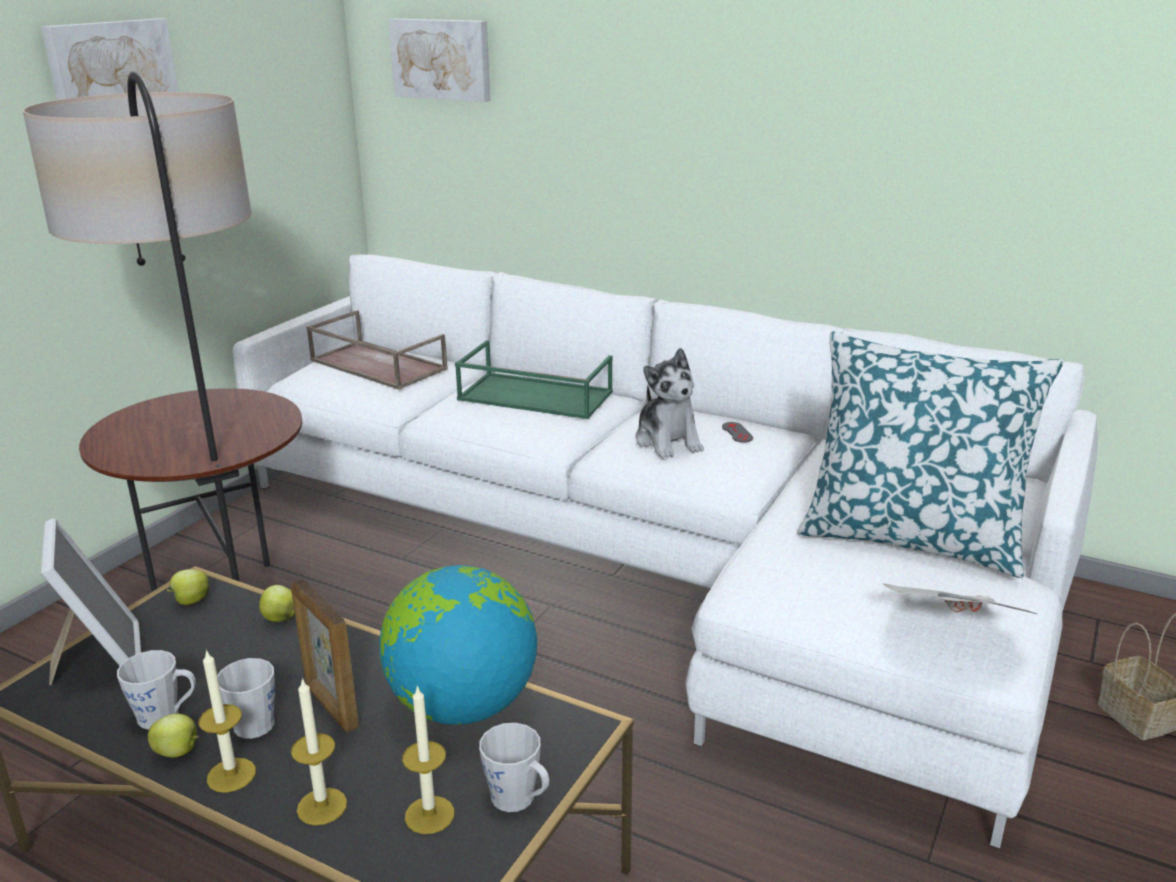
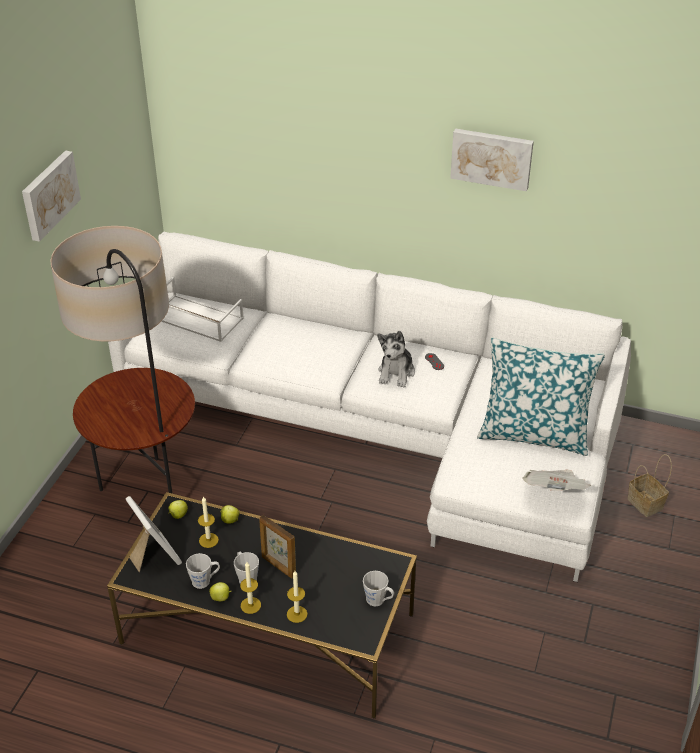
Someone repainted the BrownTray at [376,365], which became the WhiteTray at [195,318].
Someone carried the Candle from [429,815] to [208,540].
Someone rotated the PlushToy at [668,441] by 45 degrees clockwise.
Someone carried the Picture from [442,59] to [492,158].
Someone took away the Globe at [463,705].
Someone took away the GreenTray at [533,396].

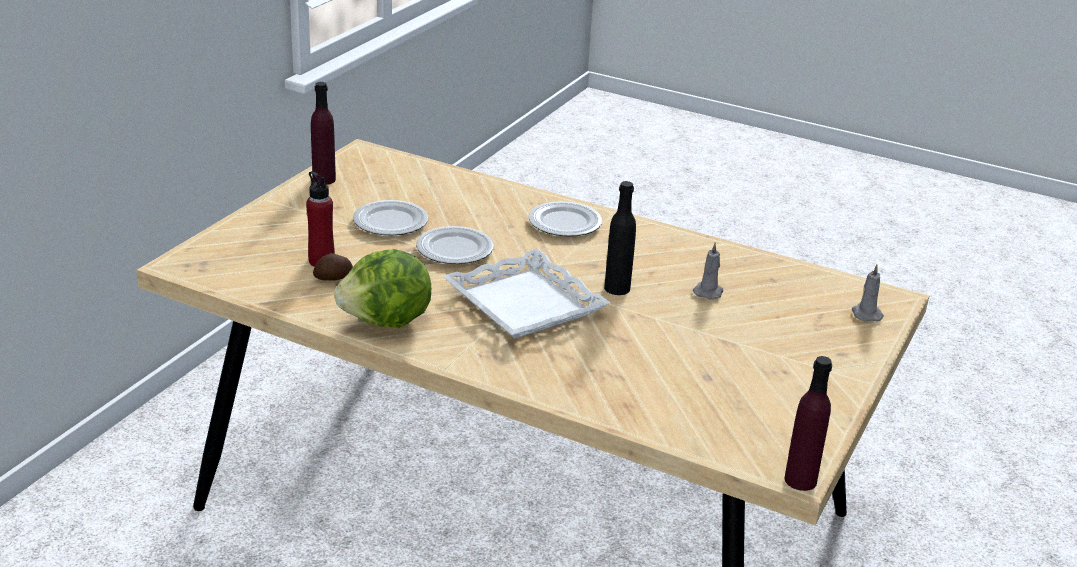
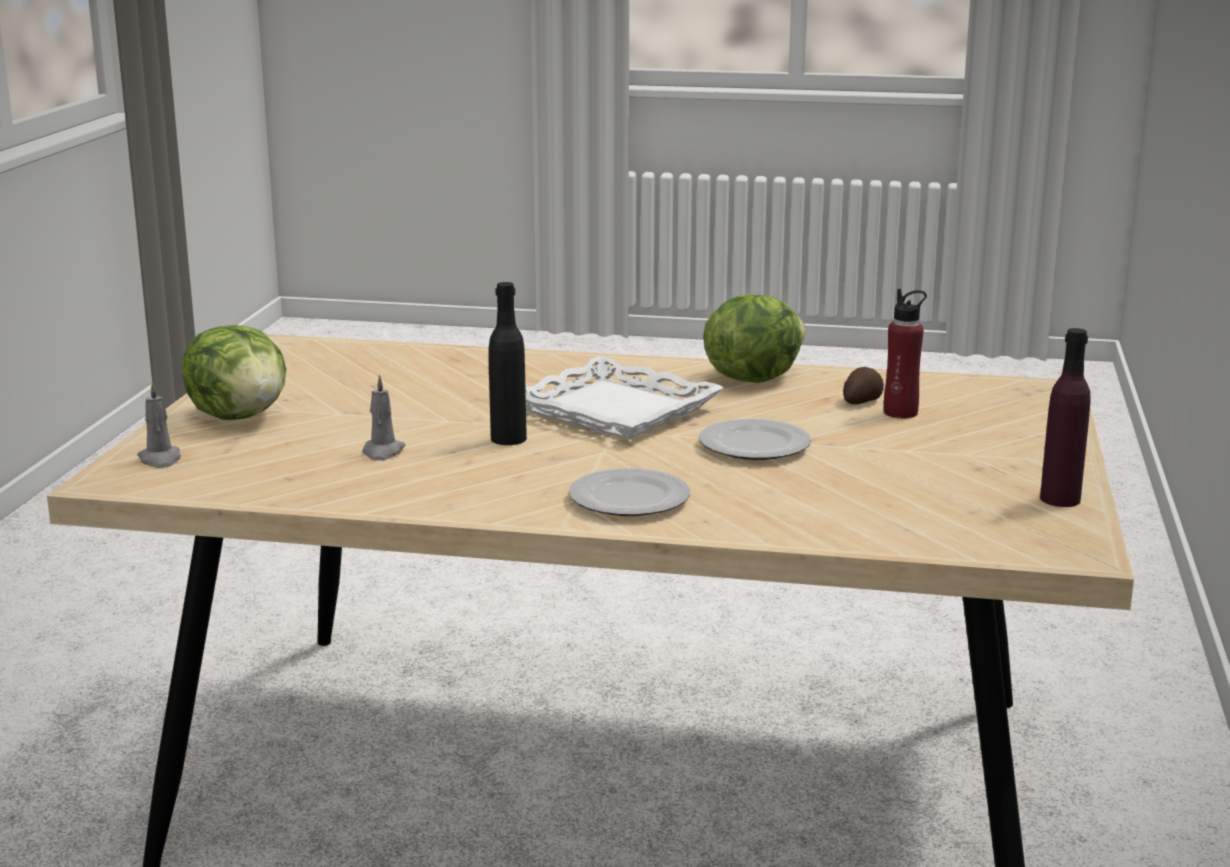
Someone put down the Lettuce at [240,416].
Someone took away the Plate at [390,222].
Someone took away the PurpleBottle at [800,480].

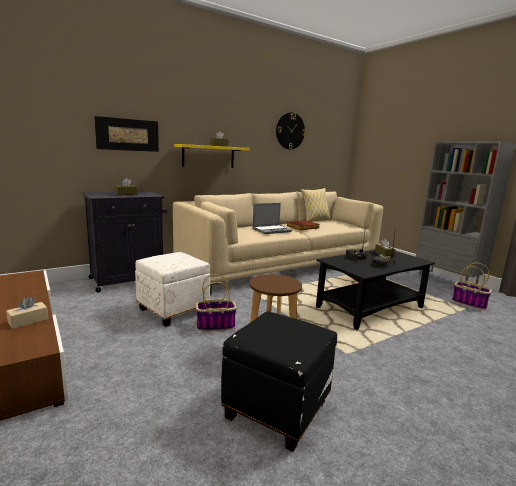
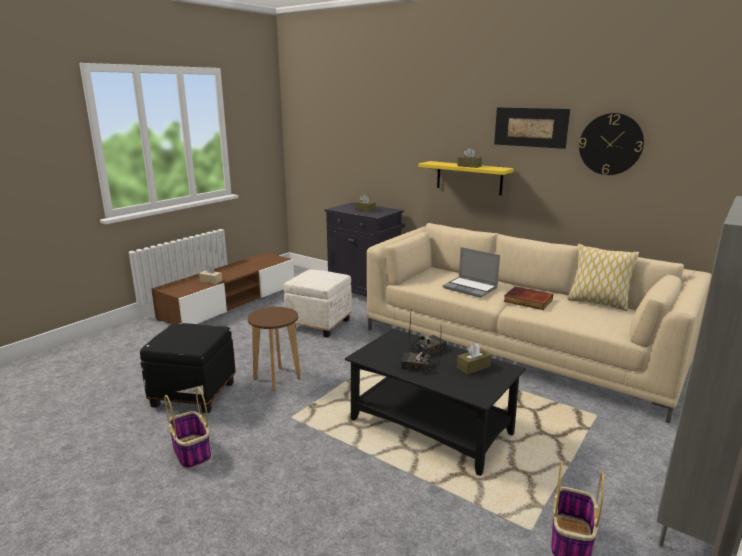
Someone carried the Basket from [216,325] to [192,452].
Someone carried the Picture from [128,134] to [530,127].

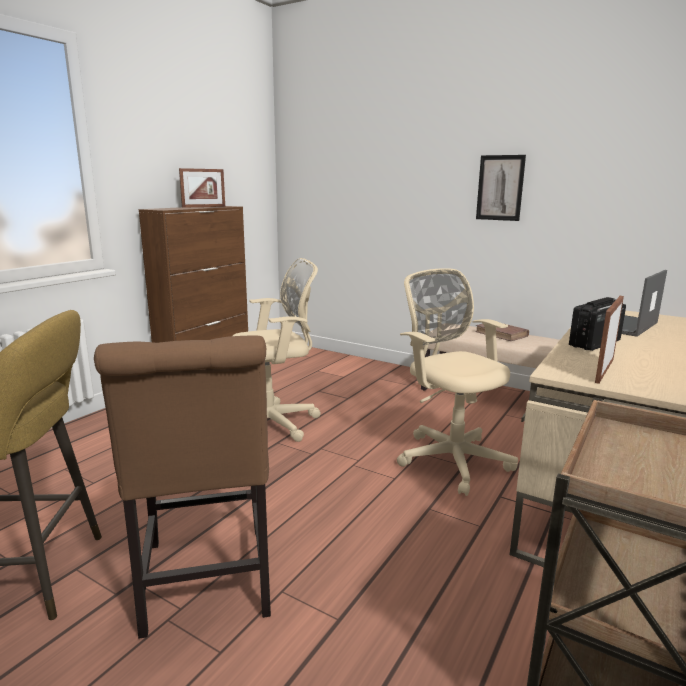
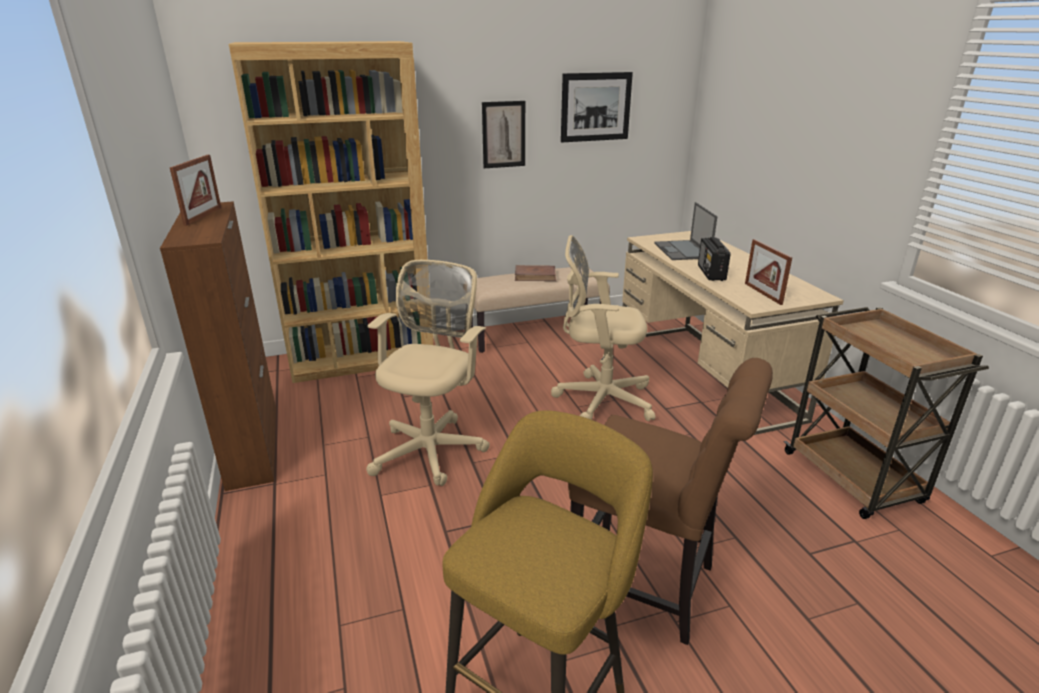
Someone put down the BrownBookcase at [363,359].
Someone put up the Picture at [595,107].

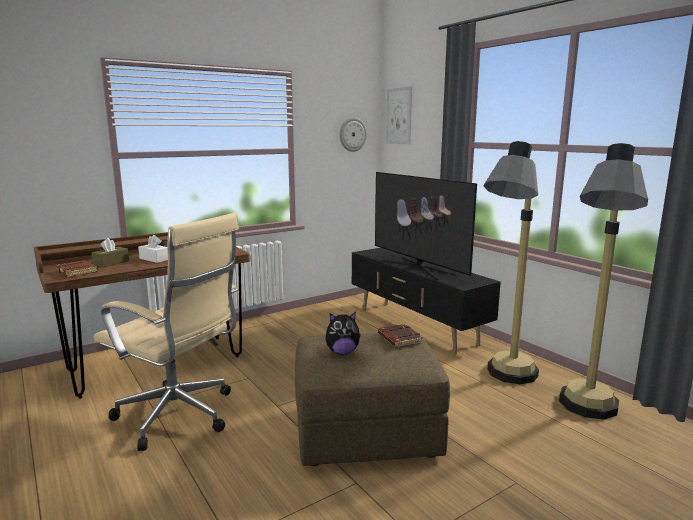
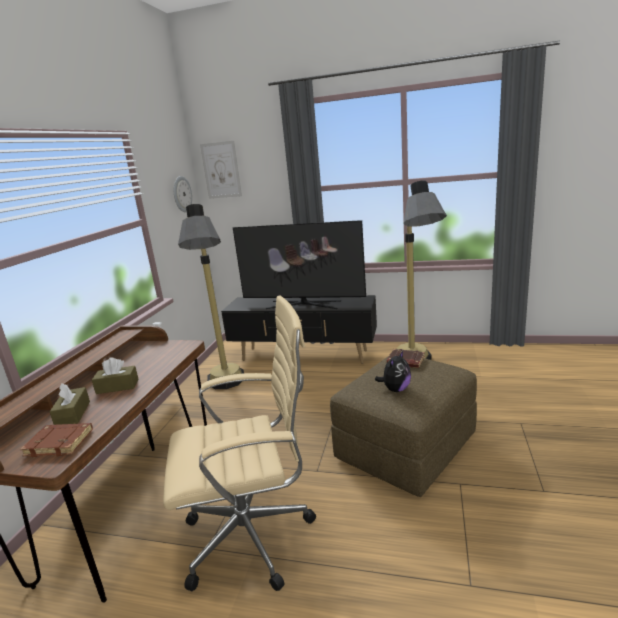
Someone repainted the WhiteTissueBox at [154,259], which became the BrownTissueBox at [117,386].
Someone carried the FloorLamp from [585,416] to [227,388].

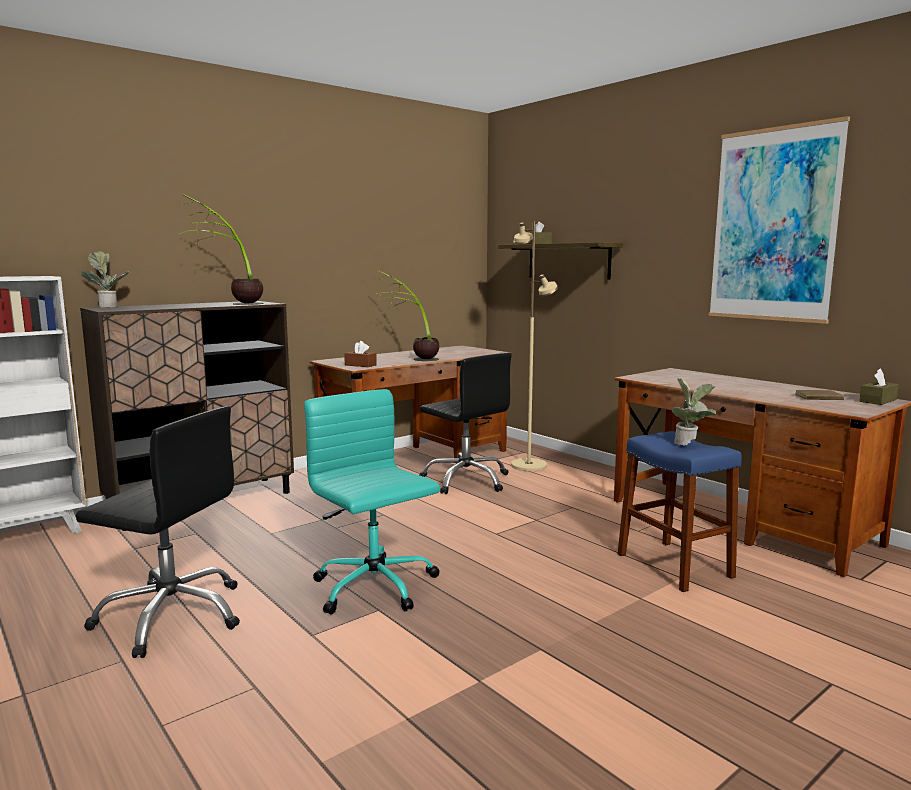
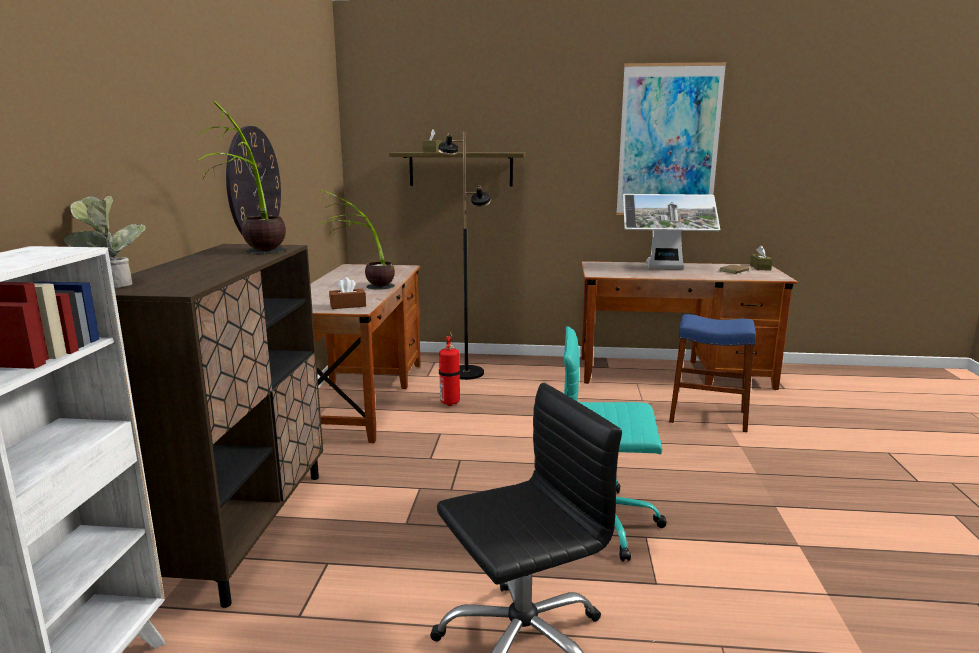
Someone put up the WallClock at [254,185].
Someone repainted the BeigeFloorLamp at [529,465], which became the BlackFloorLamp at [466,373].
Someone swapped the BlackOfficeChair at [466,480] for the FireExtinguisher at [450,402].
Someone put down the Monitor at [665,268].
Someone took away the PottedPlant at [690,444].

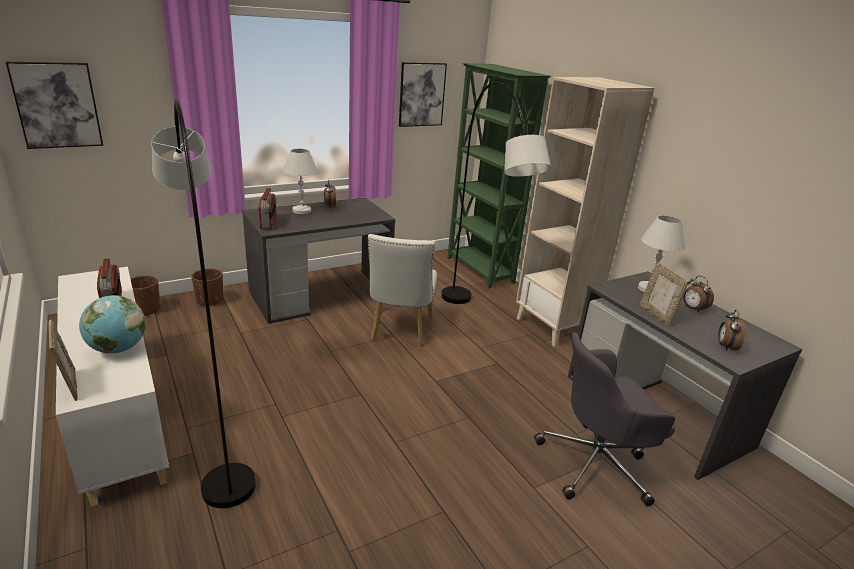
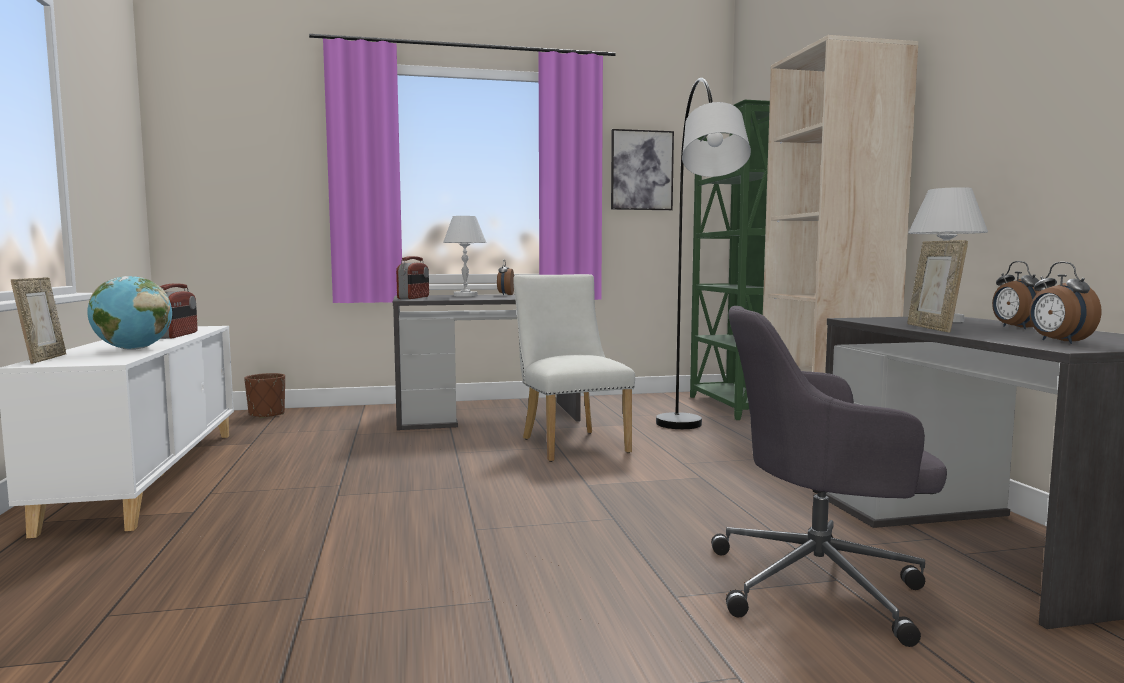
Someone rotated the WhiteChair at [400,330] by 135 degrees clockwise.
Someone rotated the AlarmClock at [725,346] by 45 degrees counterclockwise.
Someone took away the Picture at [57,105].
Someone took away the GreyFloorLamp at [217,425].
Someone took away the BrownPlanter at [210,301].

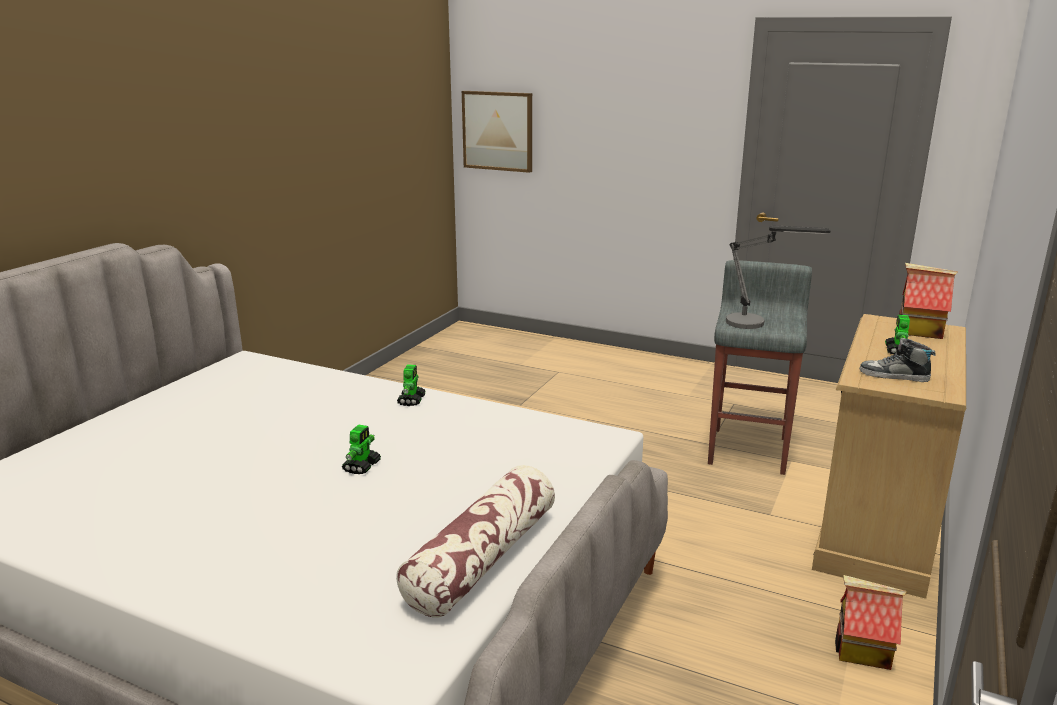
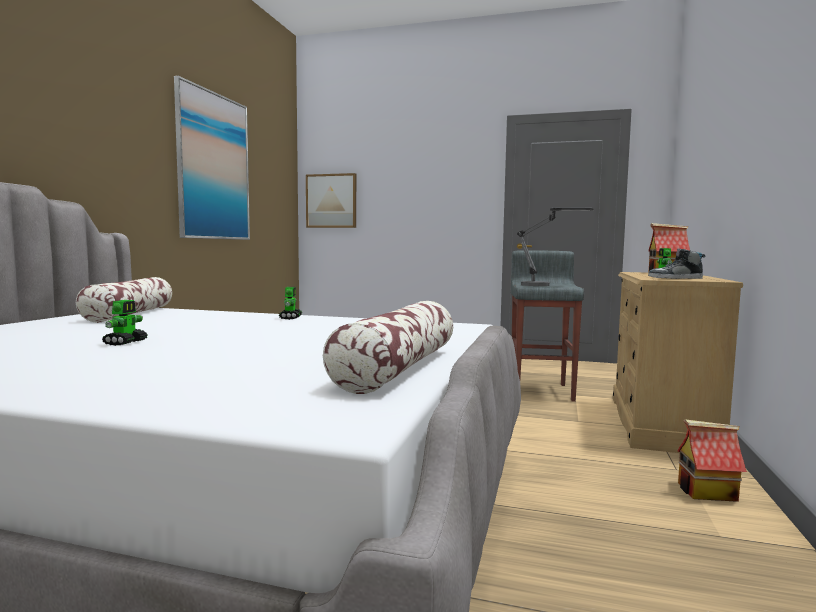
Someone put down the Pillow at [130,314].
Someone carried the ToyRobot from [362,466] to [126,342].
Someone put up the Picture at [213,167].

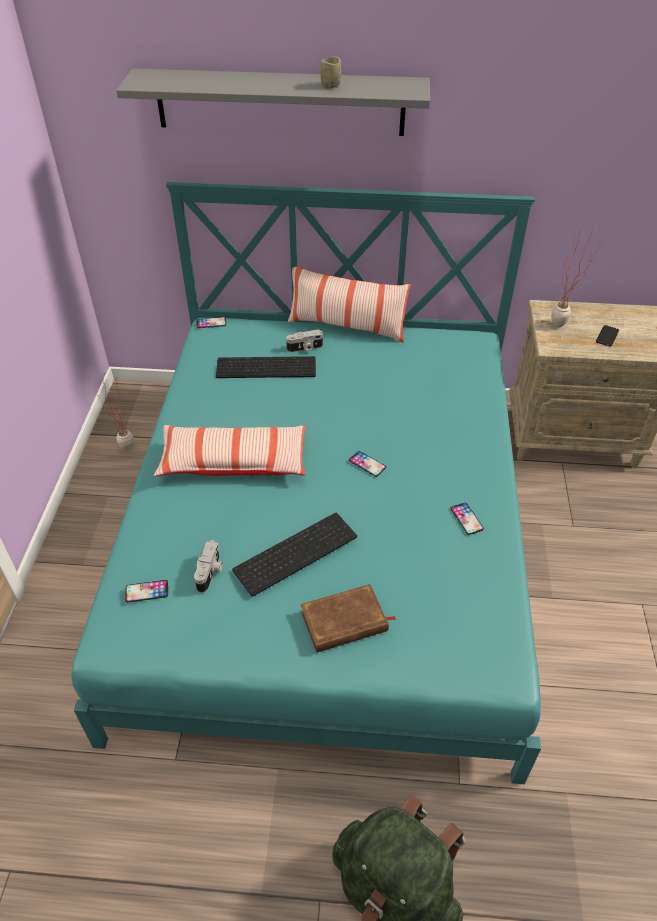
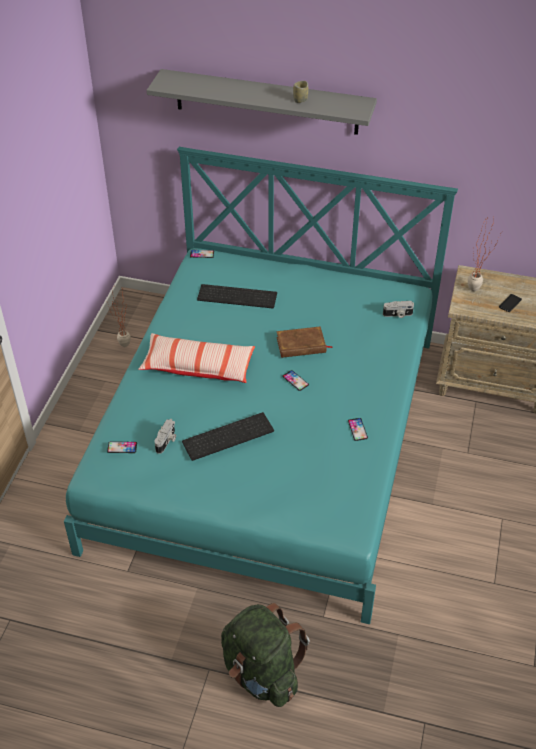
Someone carried the BrownBook from [344,622] to [301,345].
Someone carried the PhotoCamera from [305,348] to [398,314].
Someone took away the Pillow at [347,326].

